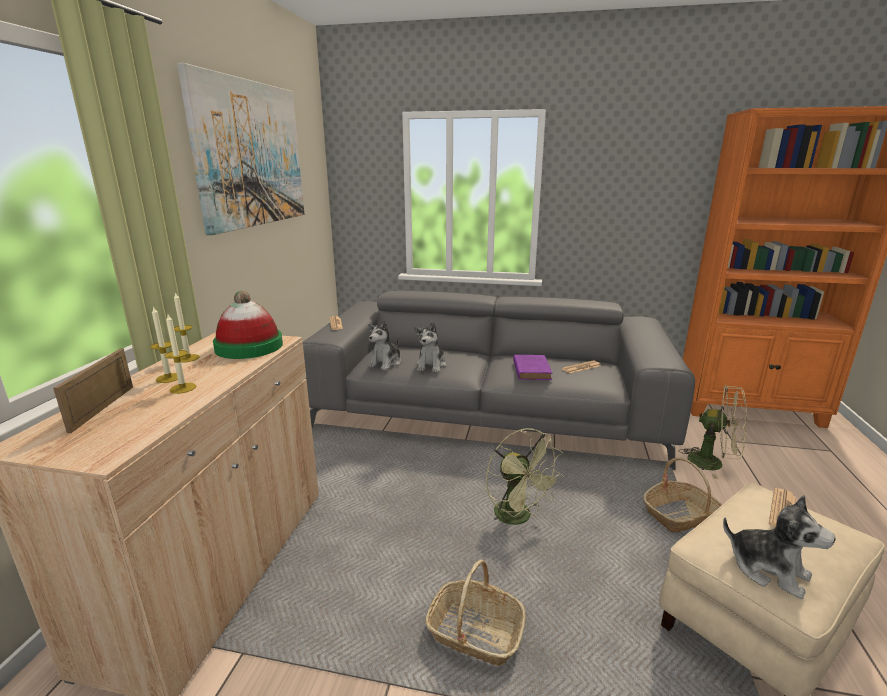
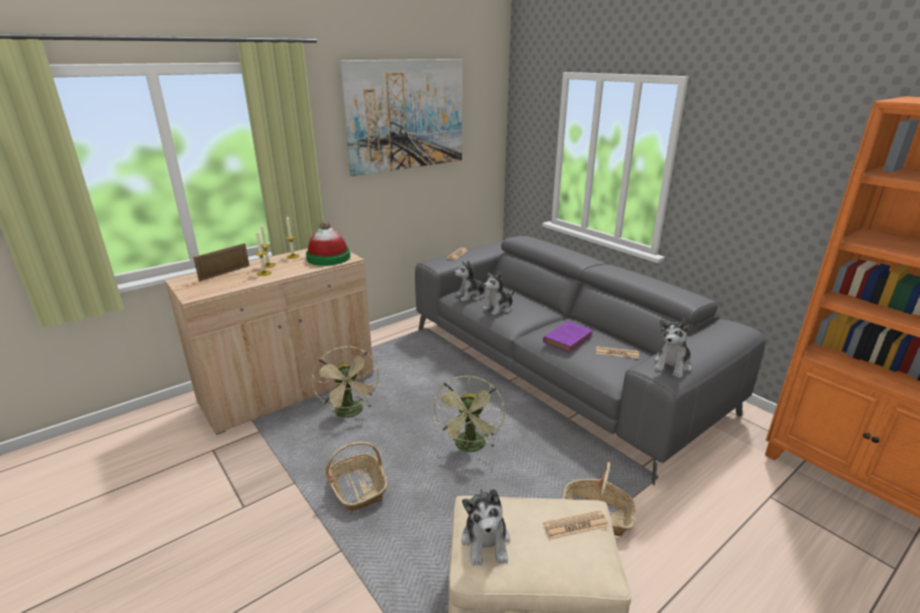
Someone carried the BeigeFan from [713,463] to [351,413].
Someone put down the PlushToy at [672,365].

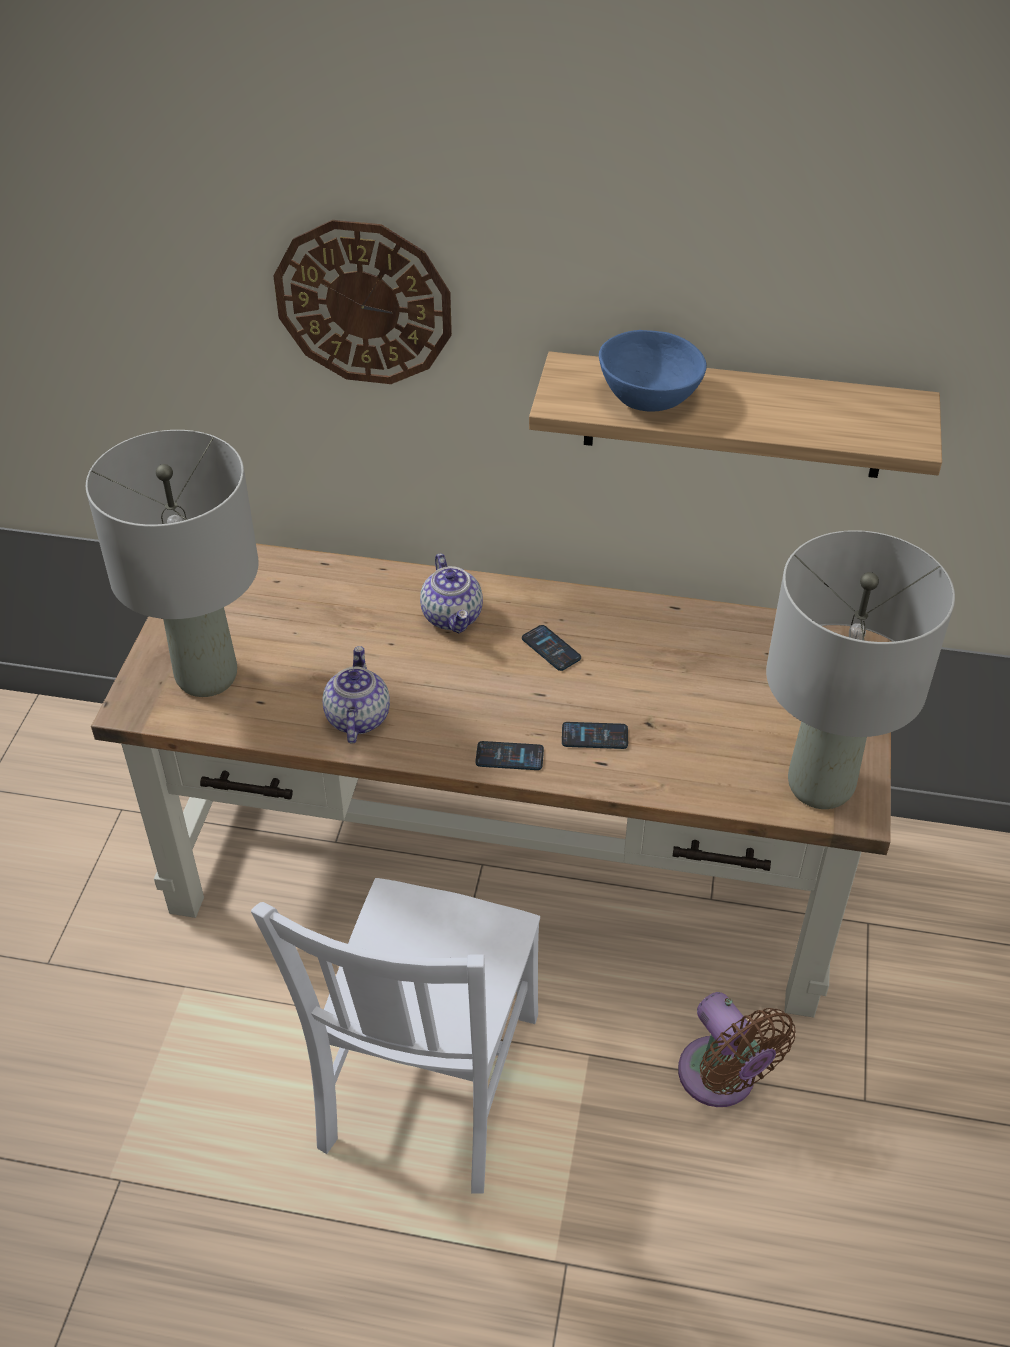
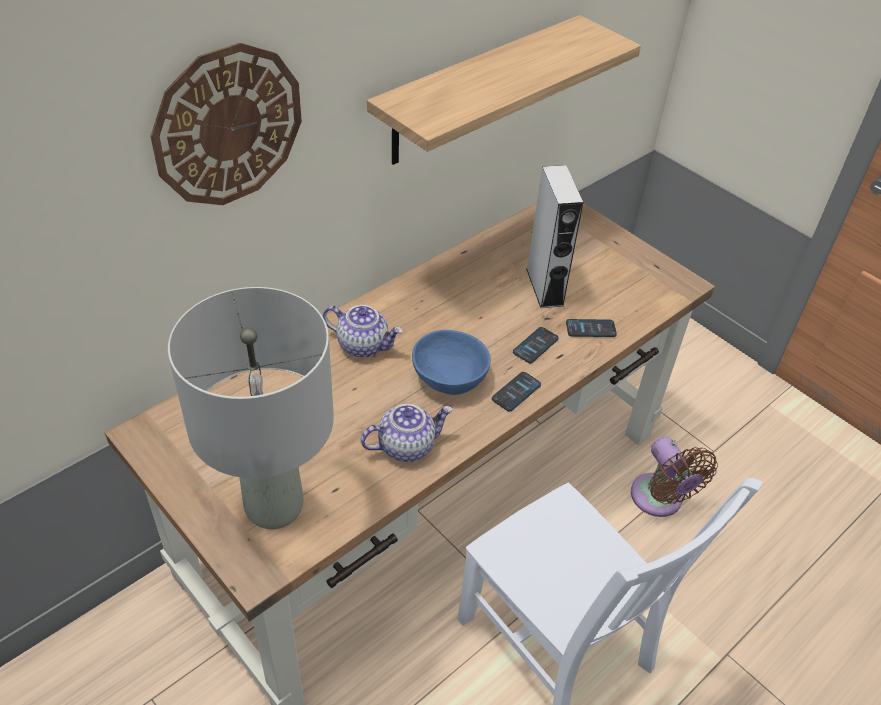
Someone rotated the Teapot at [357,718] by 120 degrees clockwise.
Someone carried the BlueBowl from [648,396] to [449,379].
Someone put down the GreySpeaker at [544,287].
Someone carried the Phone from [551,648] to [590,329].
Someone rotated the BrownFan at [722,1079] by 60 degrees clockwise.
Someone took away the GreyTableLamp at [821,786].

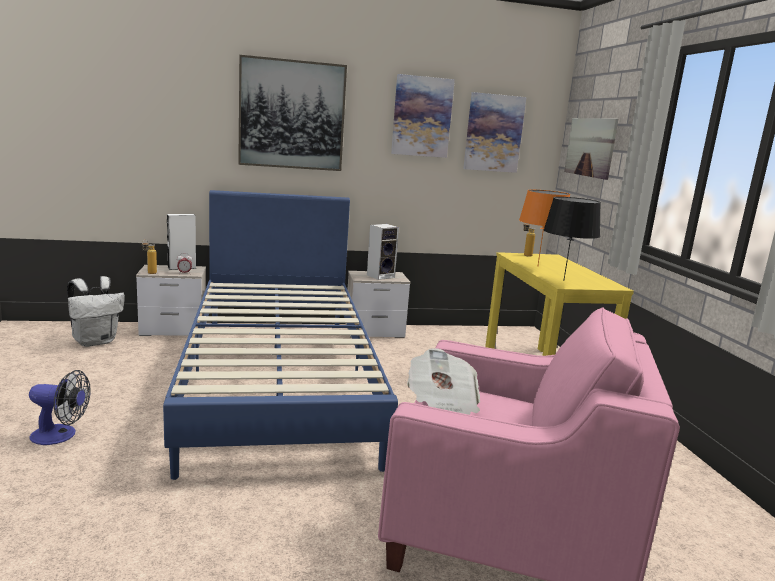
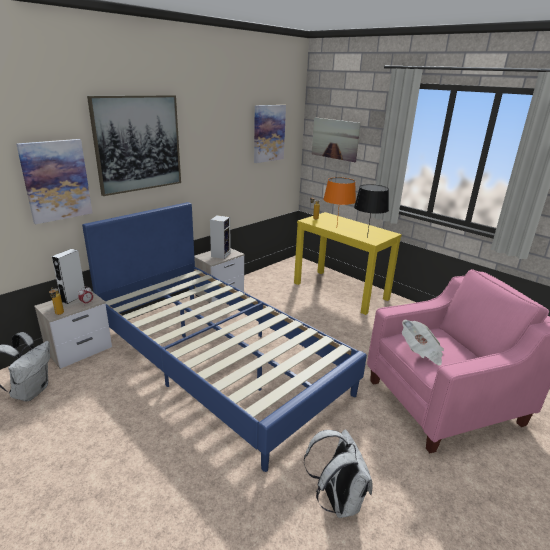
Someone carried the Picture from [422,116] to [56,180].
Someone put down the WhiteBackpack at [337,500].
Someone took away the Fan at [61,435].

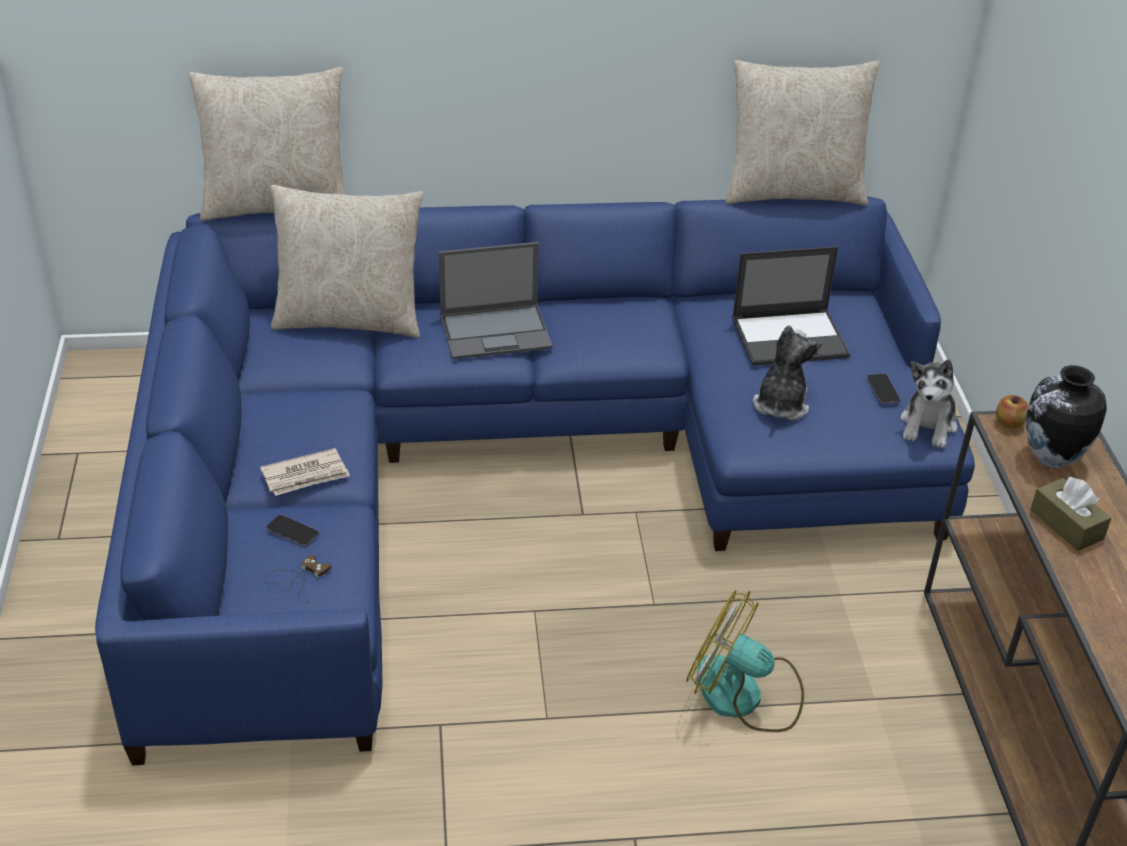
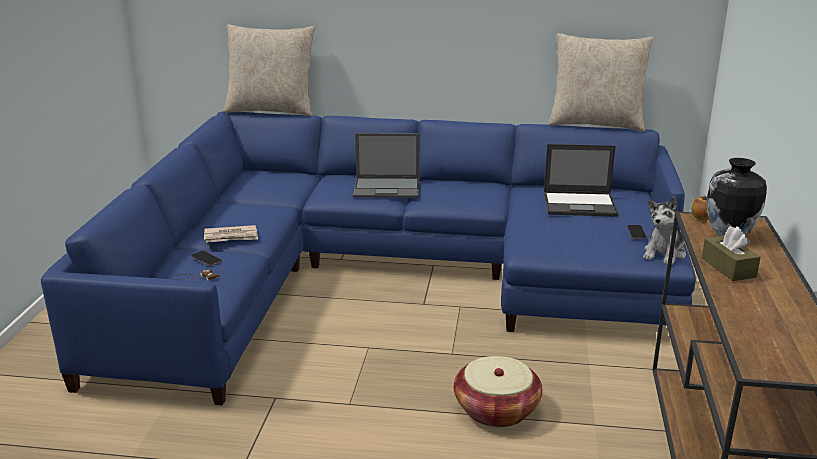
Someone swapped the Fan at [744,695] for the Basket at [496,410].
Someone took away the BeigePillow at [350,319].
Someone took away the PlushToy at [780,404].

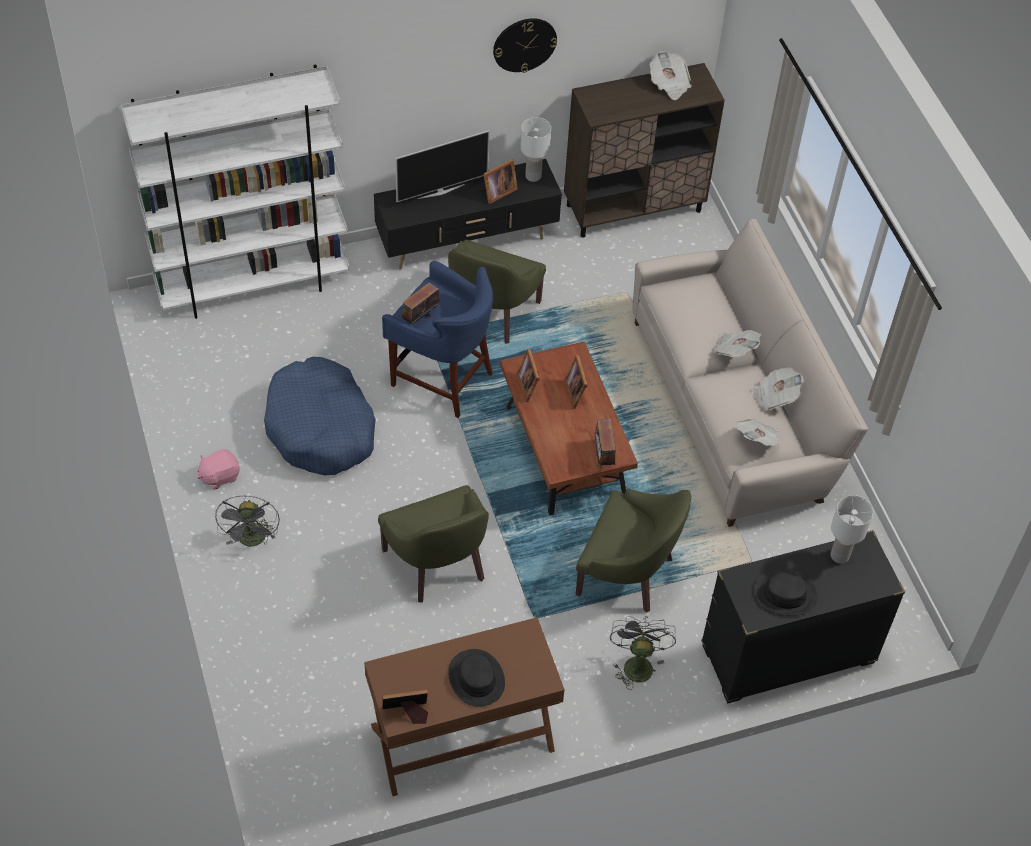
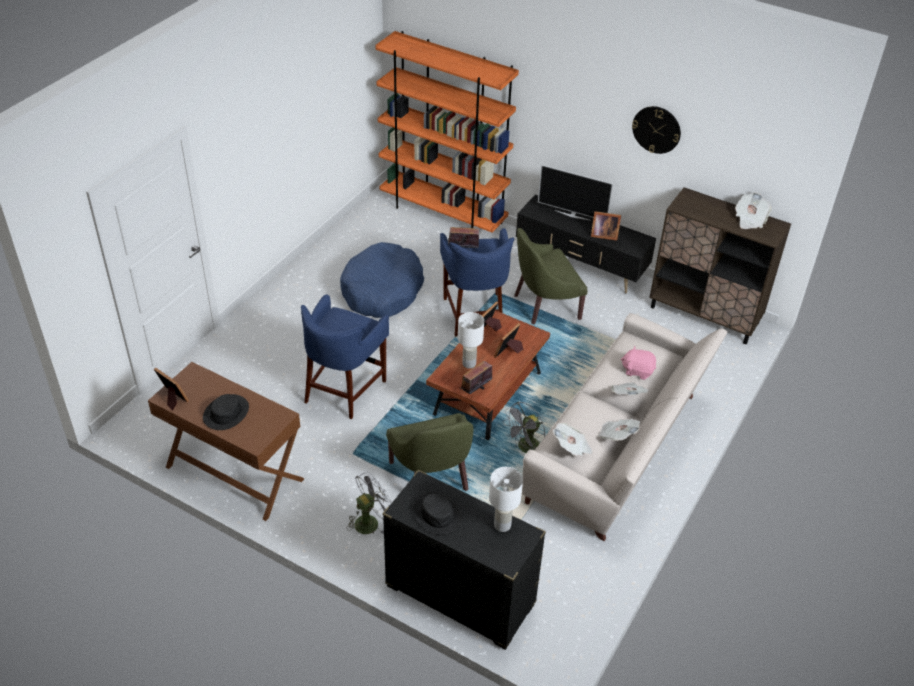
Someone swapped the GreenArmchair at [438,564] for the BlueStool at [345,390].
Someone repainted the WhiteBookcase at [253,285], which became the OrangeBookcase at [443,213].
Someone carried the WhiteTableLamp from [533,176] to [469,364].
Someone carried the GreyFan from [252,541] to [525,449].
Someone carried the PinkPlushToy from [219,476] to [637,371].

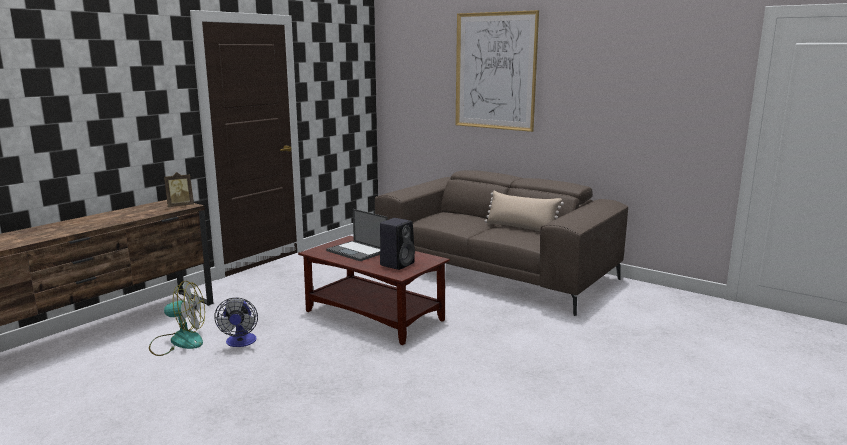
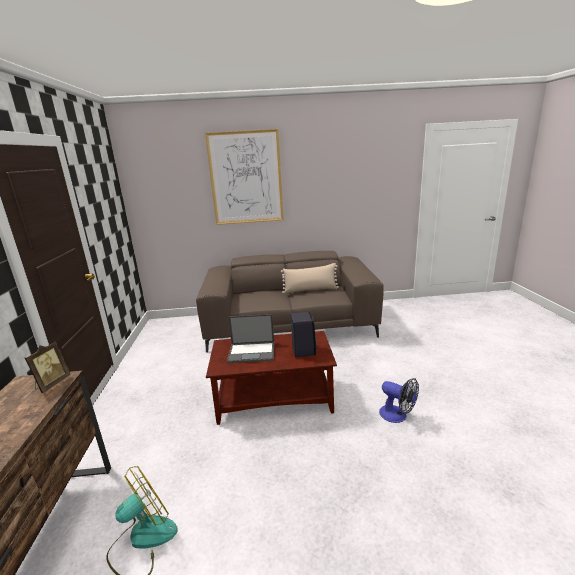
Someone carried the Fan from [240,343] to [397,416].

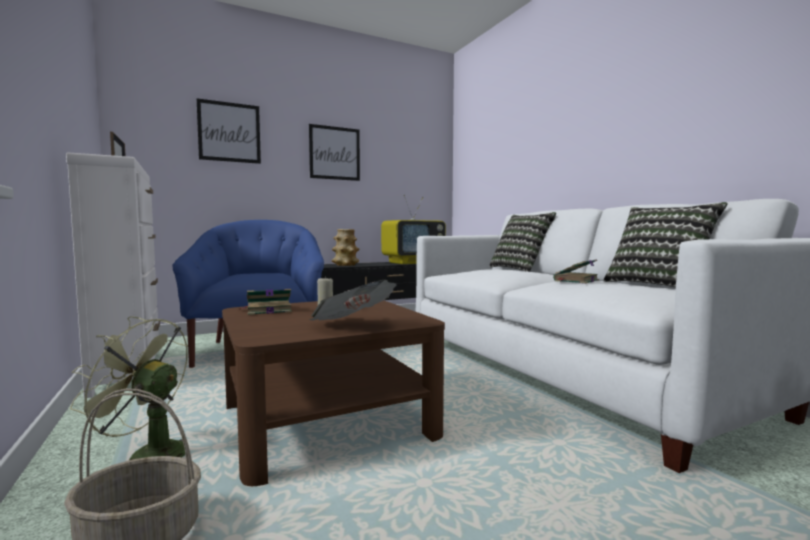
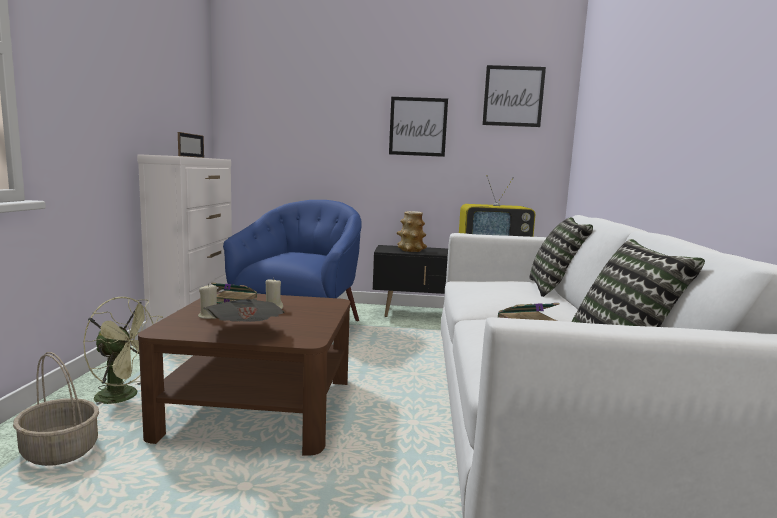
Someone rotated the GreenFan at [146,456] by 150 degrees clockwise.
Someone put down the BeigeCandle at [209,316].
Someone carried the Picture from [229,132] to [513,96].

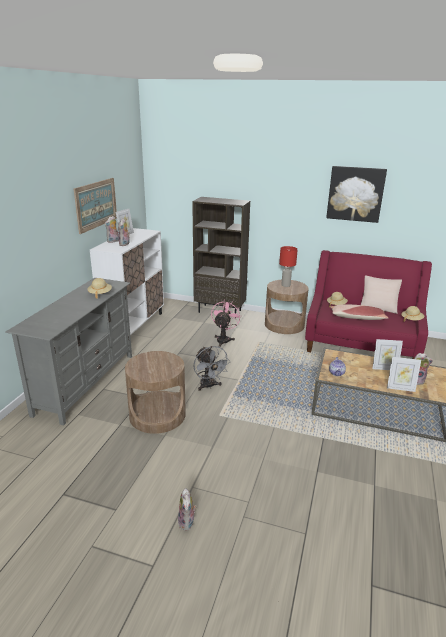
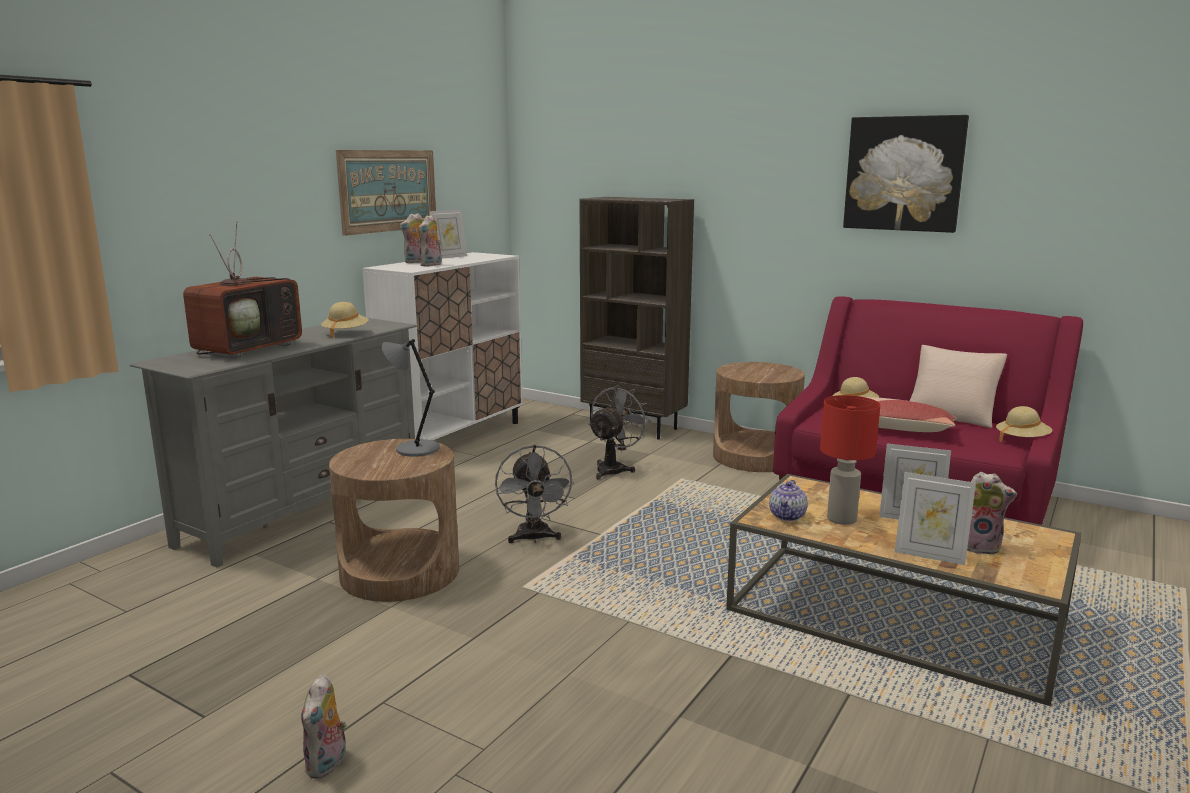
Someone put down the Television at [249,348].
Someone put down the GreyTableLamp at [415,449].
Someone repainted the PinkFan at [224,339], which became the GreyFan at [614,469].
Someone carried the RedTableLamp from [285,285] to [841,519].

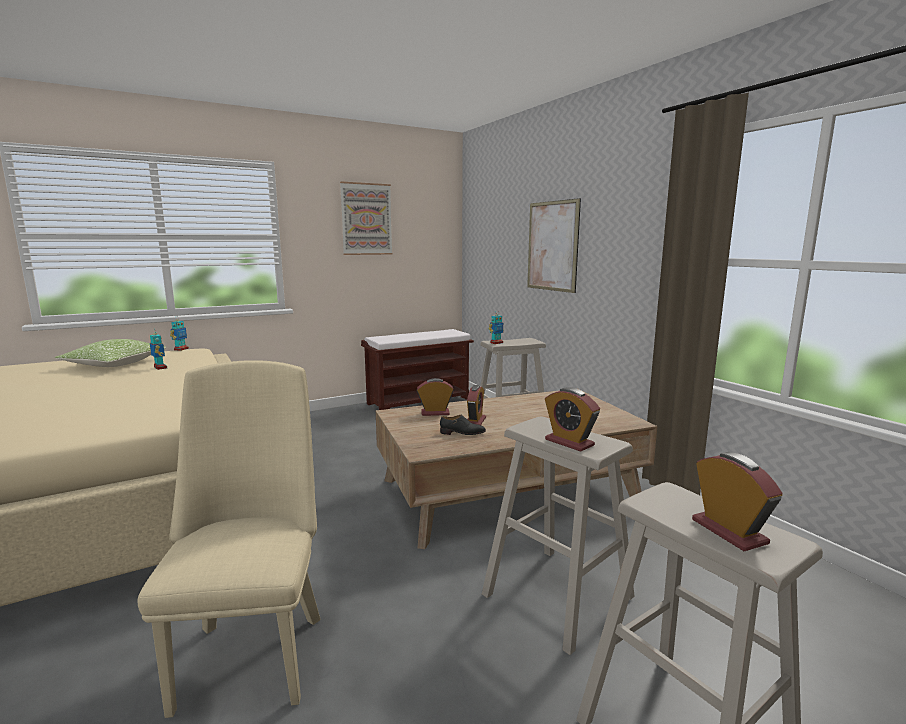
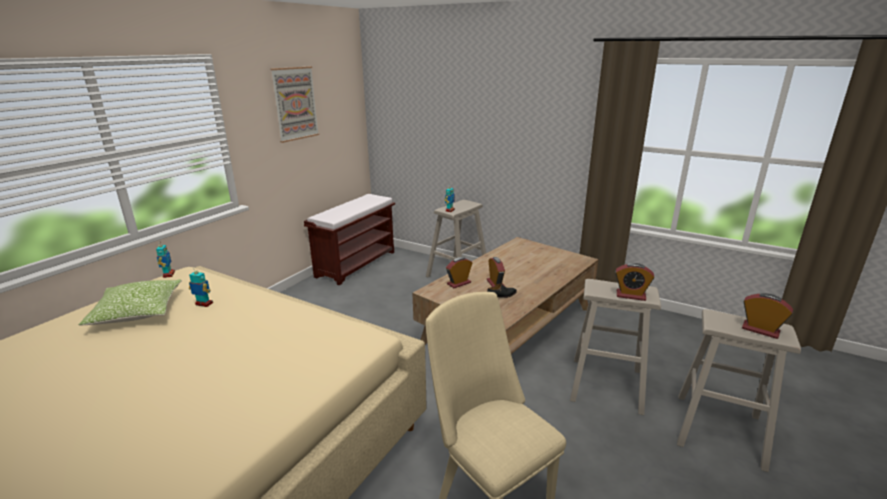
Someone took away the Picture at [552,246].

